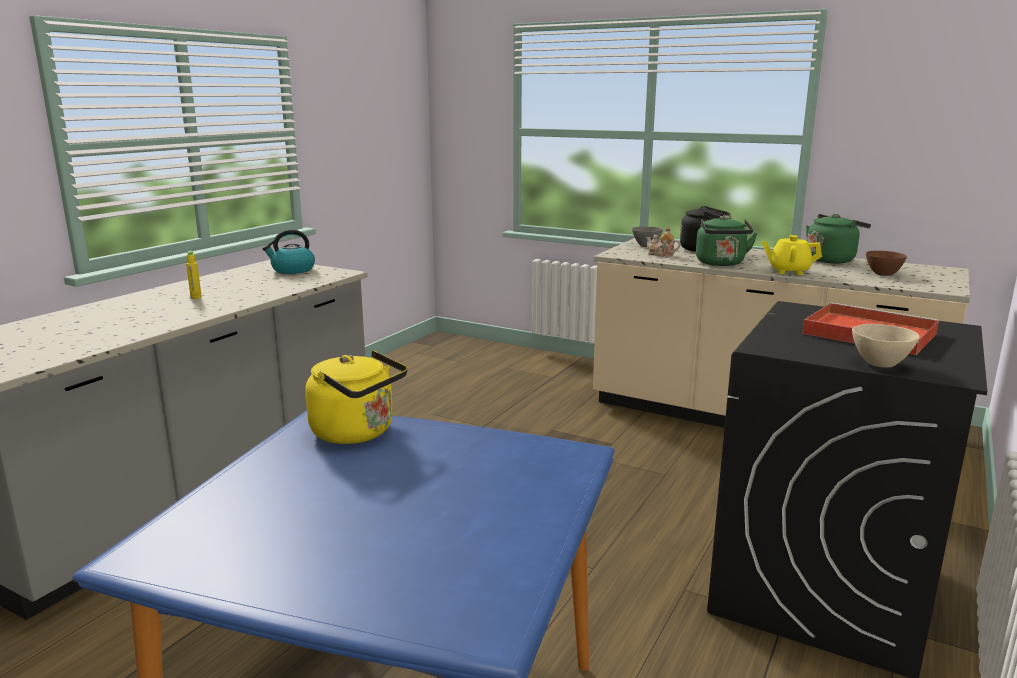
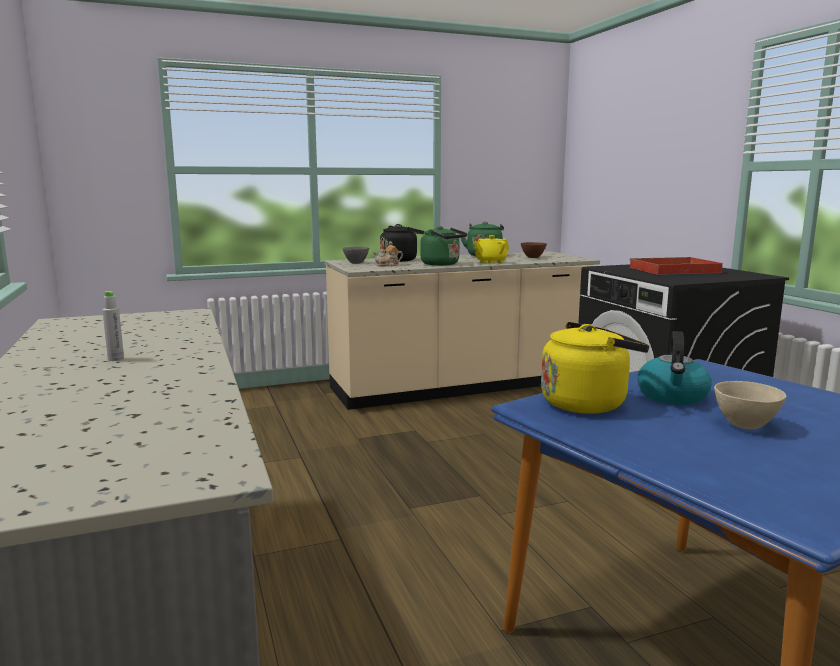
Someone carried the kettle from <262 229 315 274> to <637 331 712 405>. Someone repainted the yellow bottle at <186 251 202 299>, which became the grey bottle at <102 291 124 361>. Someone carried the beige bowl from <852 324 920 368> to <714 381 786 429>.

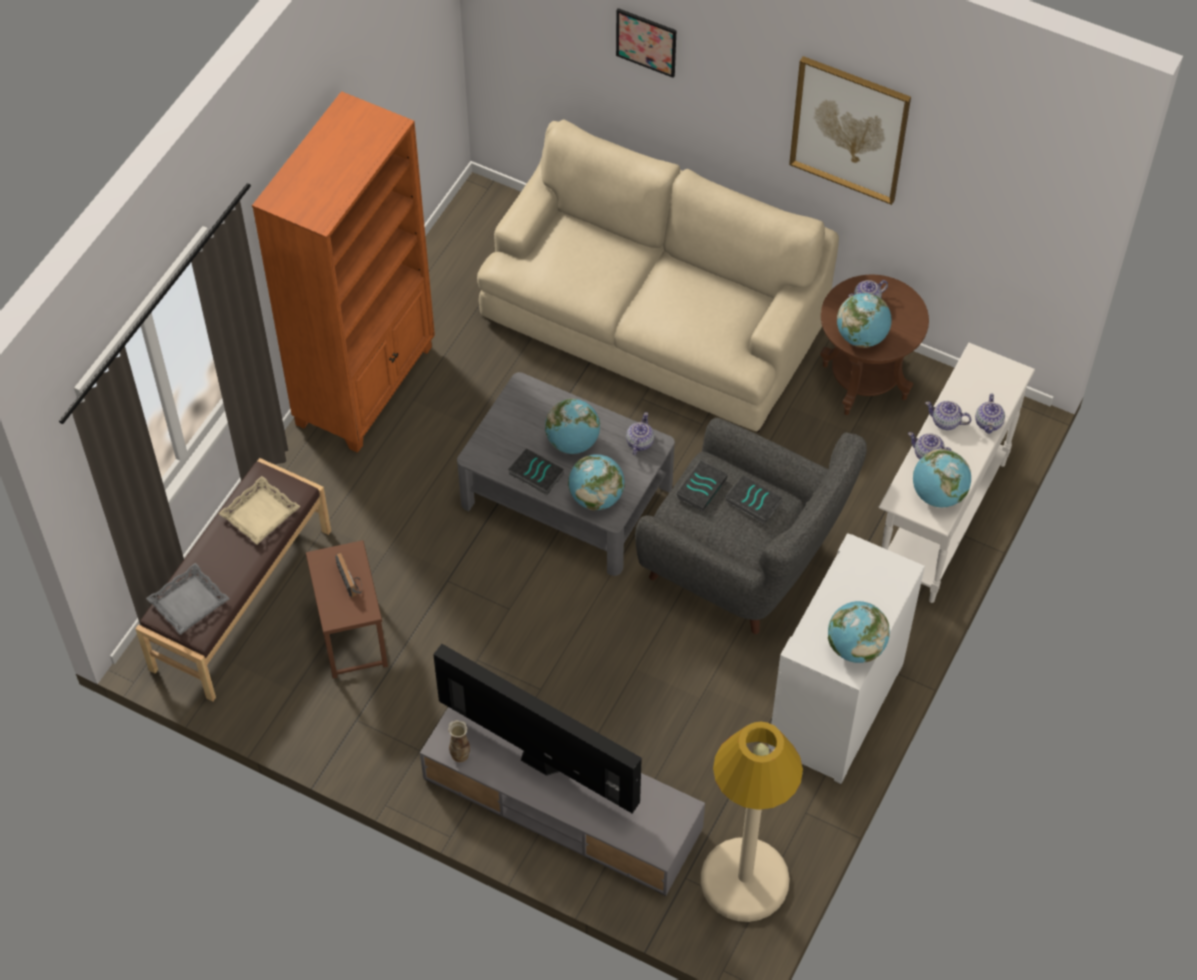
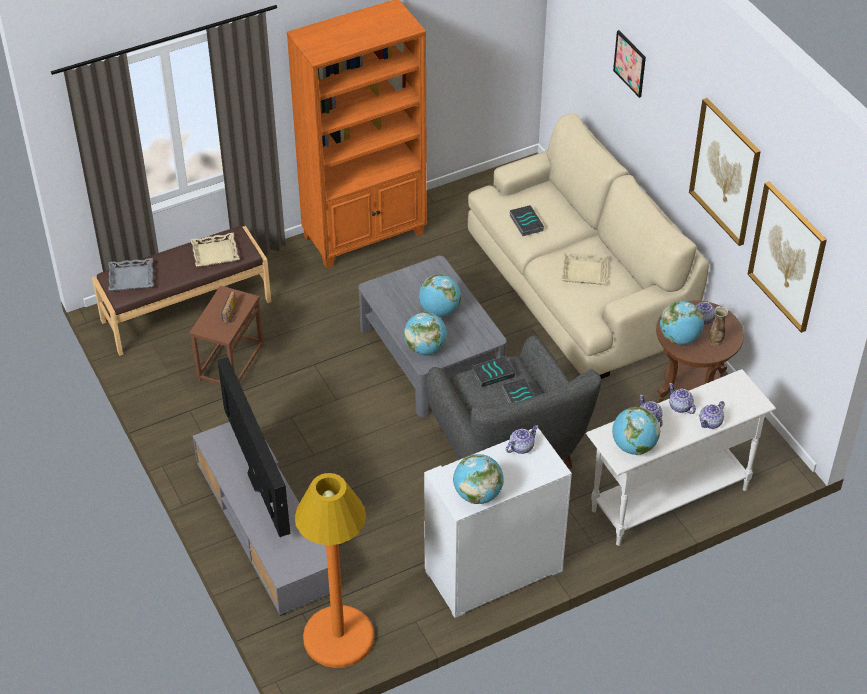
Someone carried the teapot from <626 412 654 455> to <506 425 538 454>. Someone carried the book from <508 448 564 496> to <509 205 544 236>. Someone carried the vase from <448 720 470 762> to <709 306 728 346>. Someone repainted the beige floor lamp at <701 722 803 922>, which became the orange floor lamp at <295 473 374 668>. Someone put up the picture at <747 181 827 333>. Someone put down the beige tray at <561 252 608 284>.

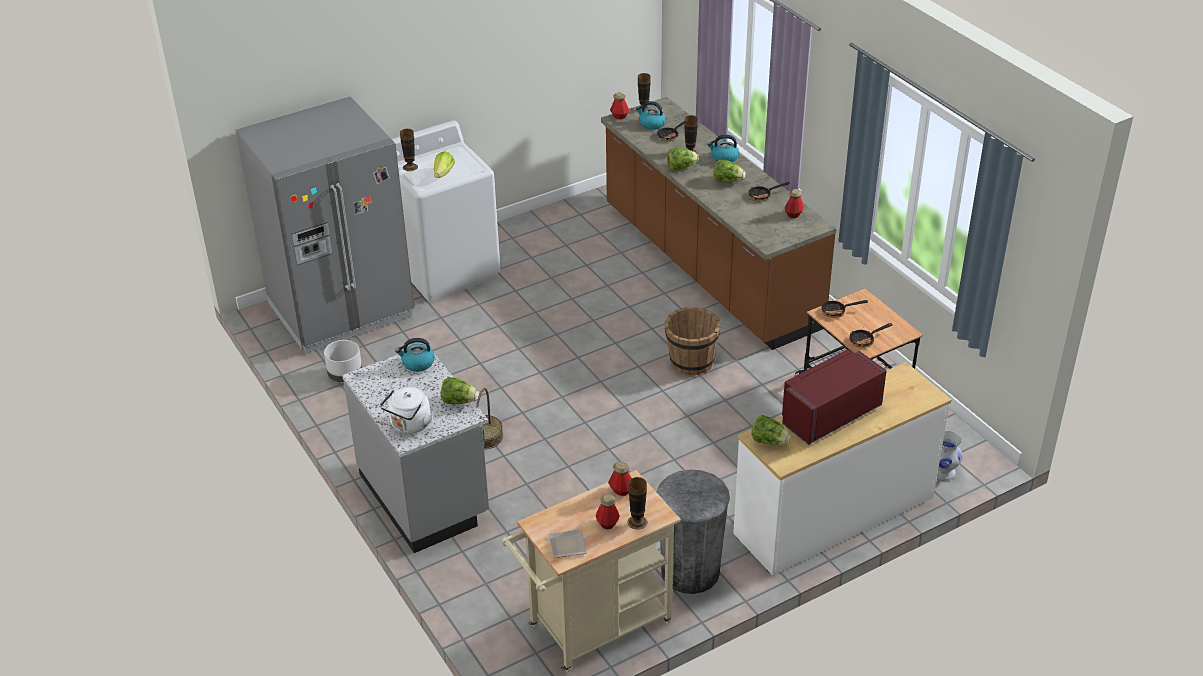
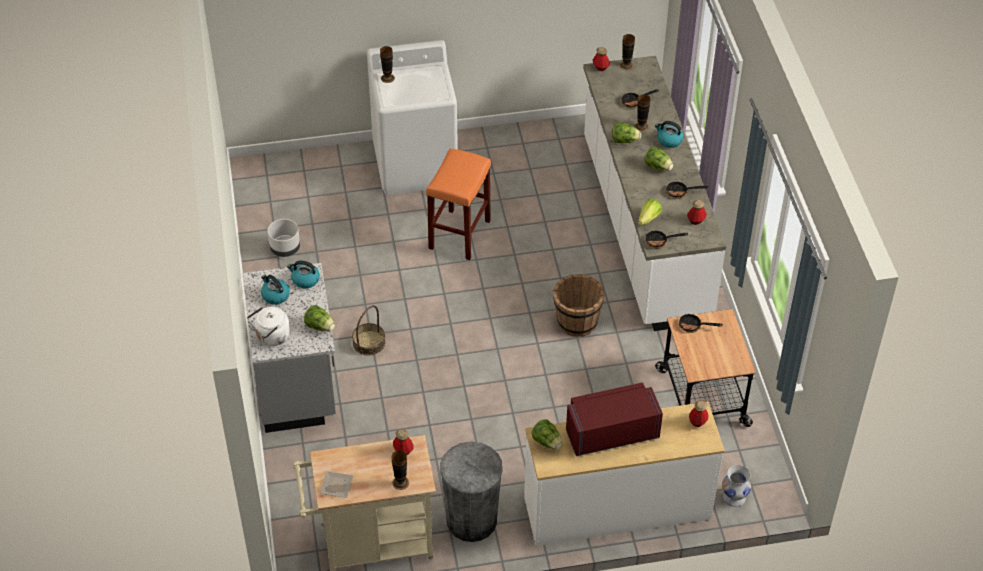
Someone took away the grey fridge at <235 96 414 353>. Someone repainted the brown counter at <601 97 837 350>, which became the white counter at <583 56 726 331>. Someone carried the kettle from <636 101 666 130> to <261 275 290 305>. Someone carried the lettuce from <434 151 455 178> to <638 199 662 226>. Someone carried the frying pan from <850 323 893 348> to <645 229 688 248>. Someone carried the bottle from <596 494 620 529> to <689 400 708 427>. Someone put down the orange stool at <426 148 491 260>.

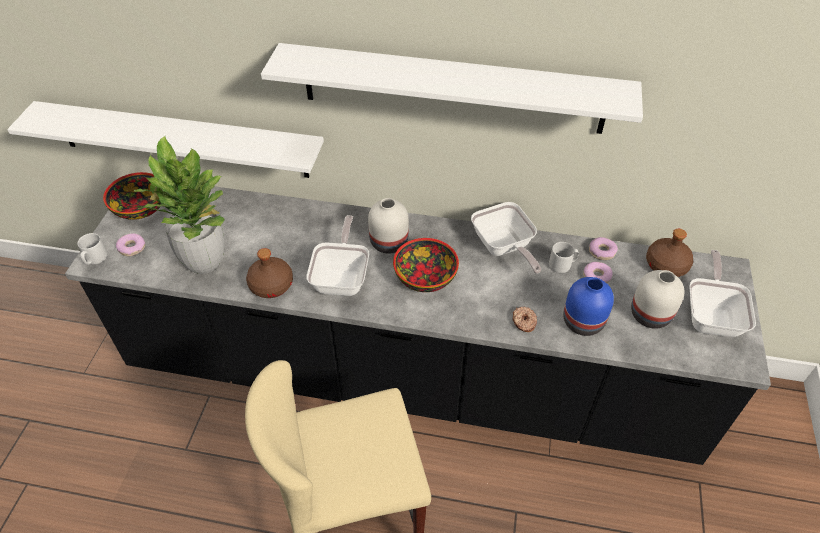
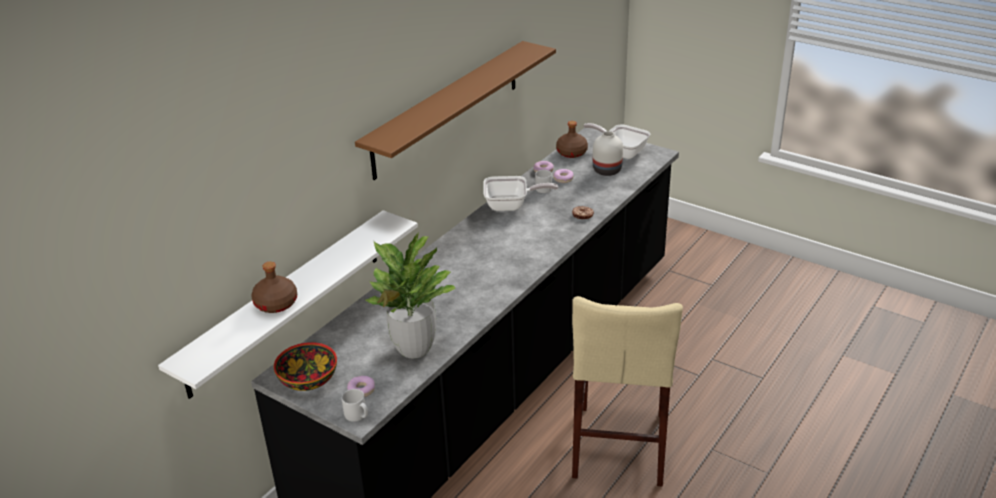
Someone repainted the white shelf at <261 43 643 134>, which became the brown shelf at <355 41 556 180>. Someone took away the white vase at <368 198 409 254>. Someone took away the frying pan at <306 215 369 296>. Someone took away the bowl at <393 238 459 292>. Someone carried the brown bottle from <246 248 293 298> to <251 262 297 313>. Someone took away the blue vase at <563 277 614 336>.

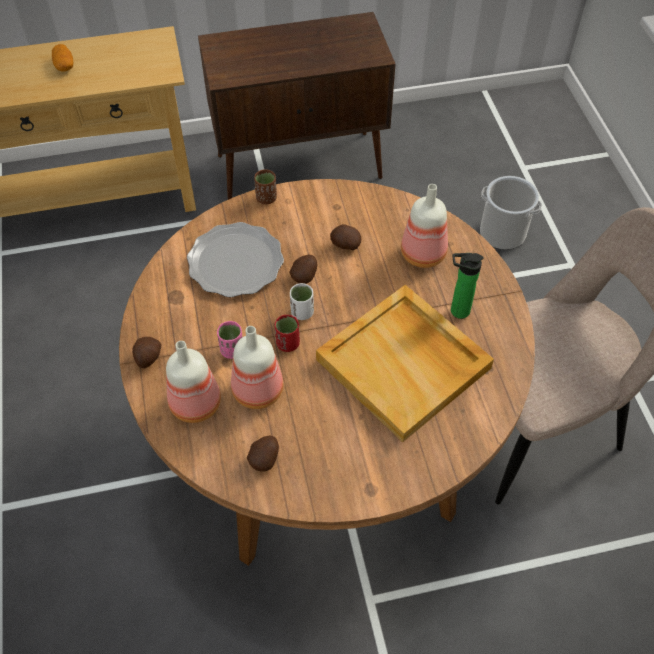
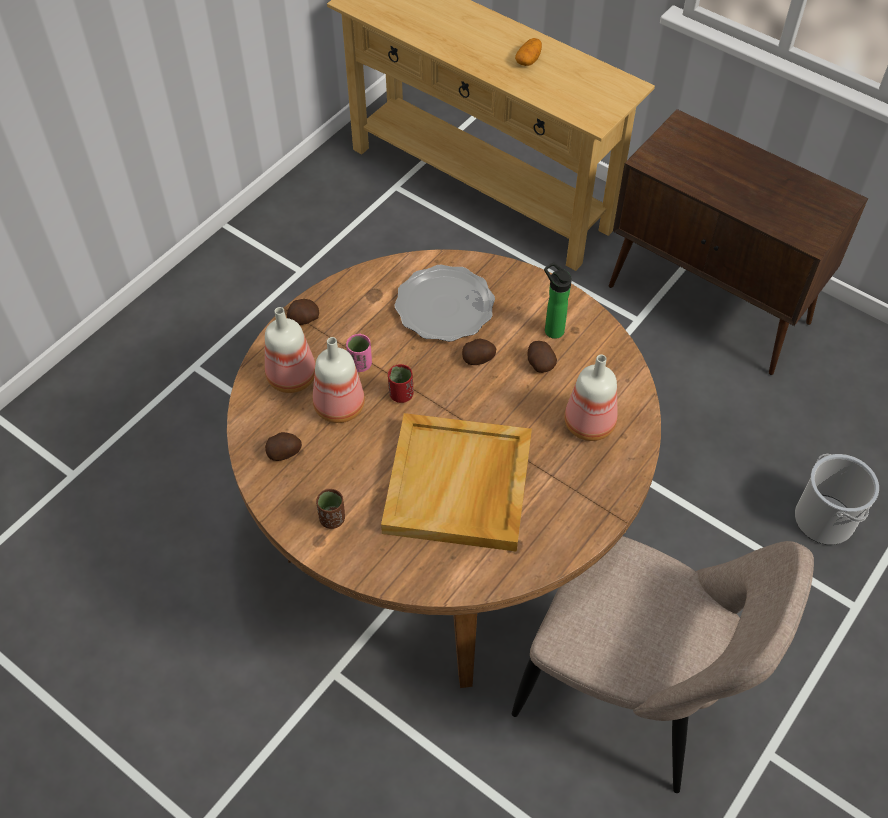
Someone carried the brown cup from <254 169 277 205> to <316 489 345 529>. Someone carried the bottle from <451 253 484 319> to <544 262 572 339>. Someone took away the white cup at <290 283 314 320>.

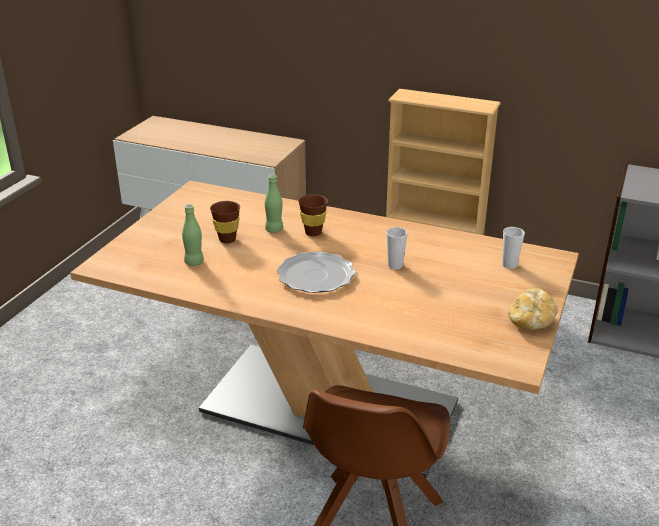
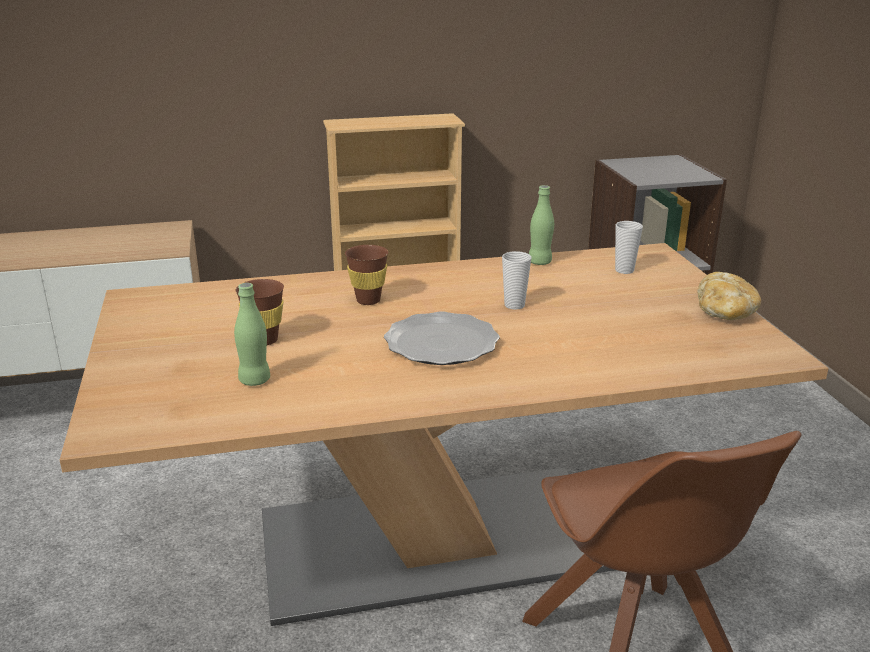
Someone carried the green bottle from <265 175 283 233> to <529 185 554 265>.

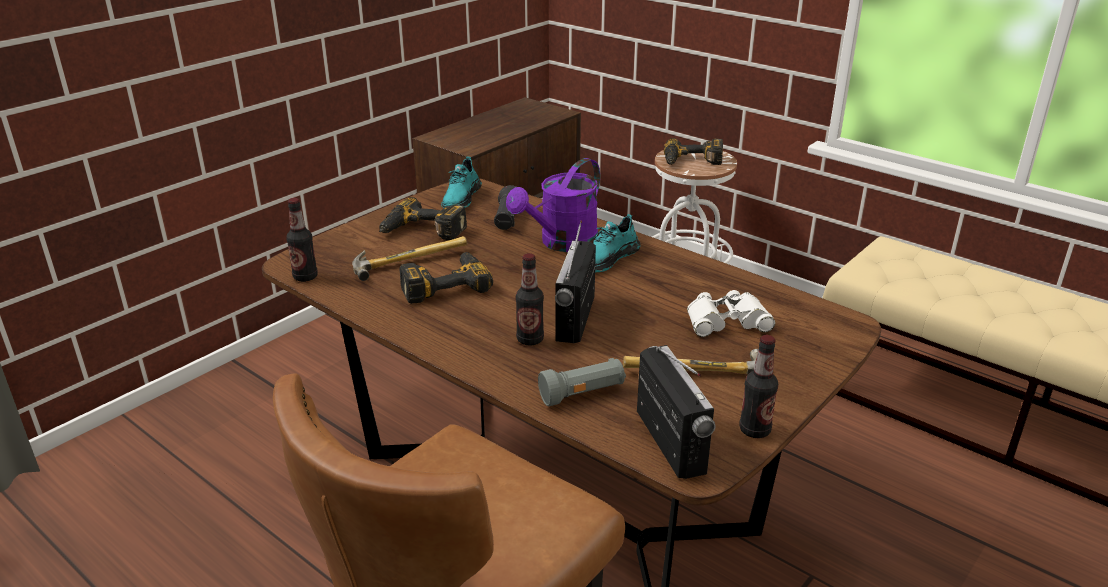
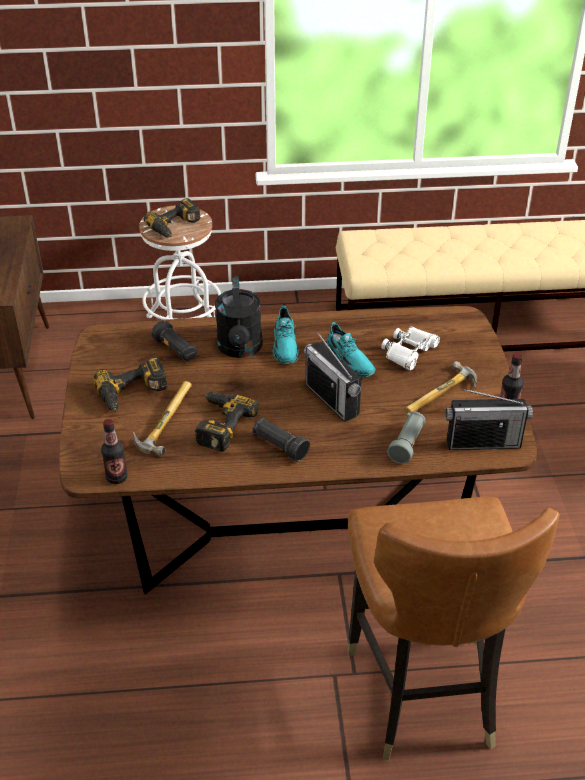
Someone carried the turquoise shoe from <441 157 482 208> to <325 322 376 377>. Someone repainted the purple watering can at <506 158 600 252>, which became the black watering can at <215 276 263 358>. Someone took away the bottle at <515 253 544 346>. Someone rotated the radio at <637 345 716 479> by 150 degrees clockwise. Someone put down the black flashlight at <253 418 310 462>.

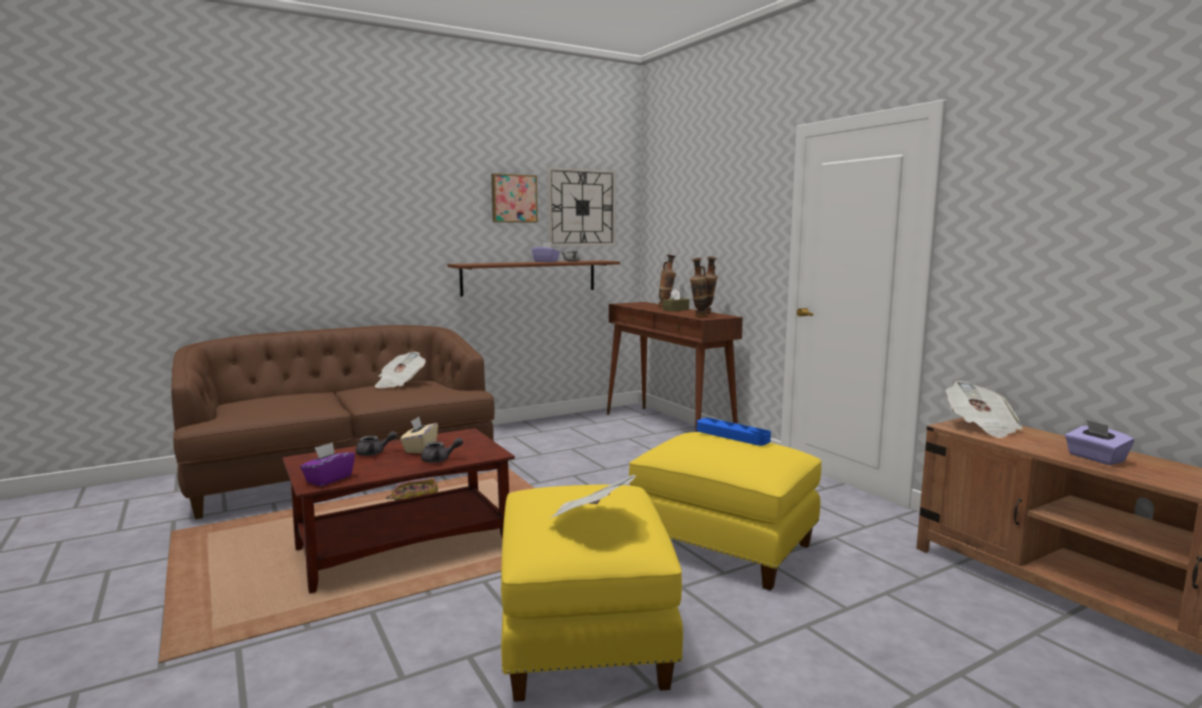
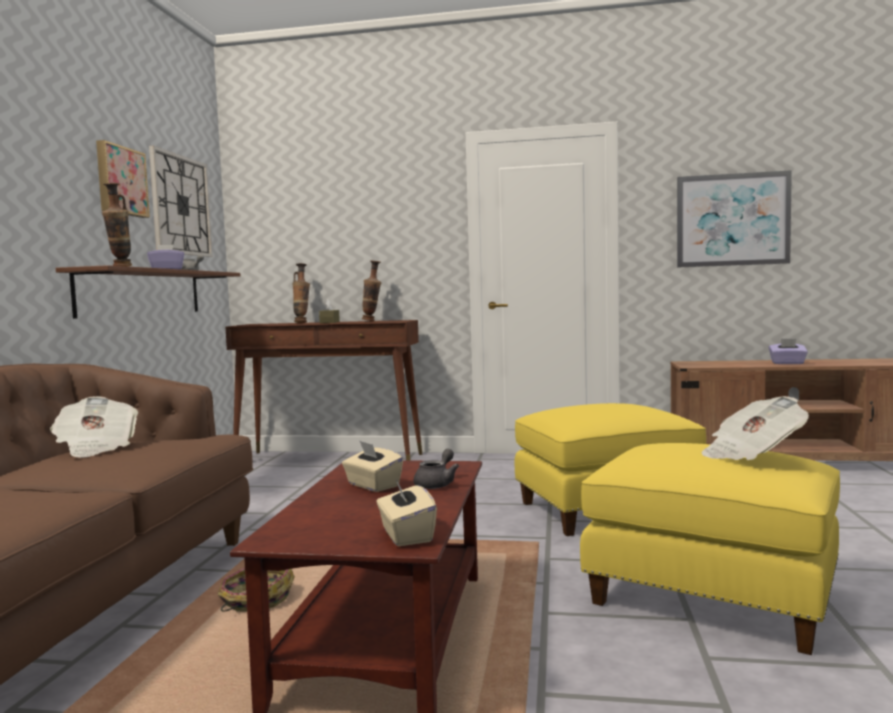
Someone carried the vase from <690 258 707 317> to <102 183 132 266>. Someone took away the newspaper at <945 381 1023 438>. Someone took away the blue tray at <697 418 771 446>. Someone took away the grey teapot at <356 431 397 456>. Someone repainted the purple tissue box at <300 442 355 486>, which became the beige tissue box at <376 480 437 546>. Someone put up the picture at <677 170 792 268>.

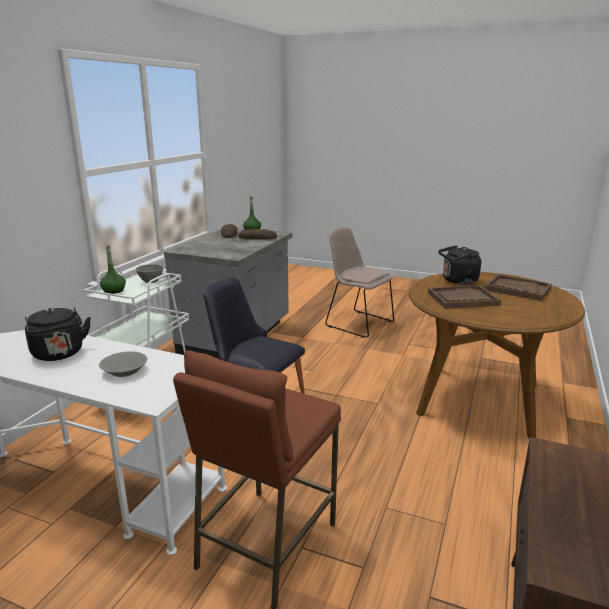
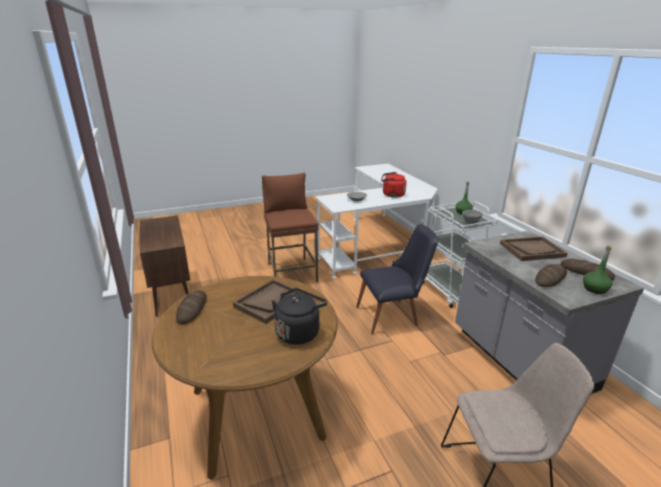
Someone carried the brown tray from <484 274 552 301> to <500 236 568 261>. Someone repainted the black kettle at <25 307 91 361>, which became the red kettle at <381 172 407 198>. Someone put down the bread at <176 290 207 324>.

